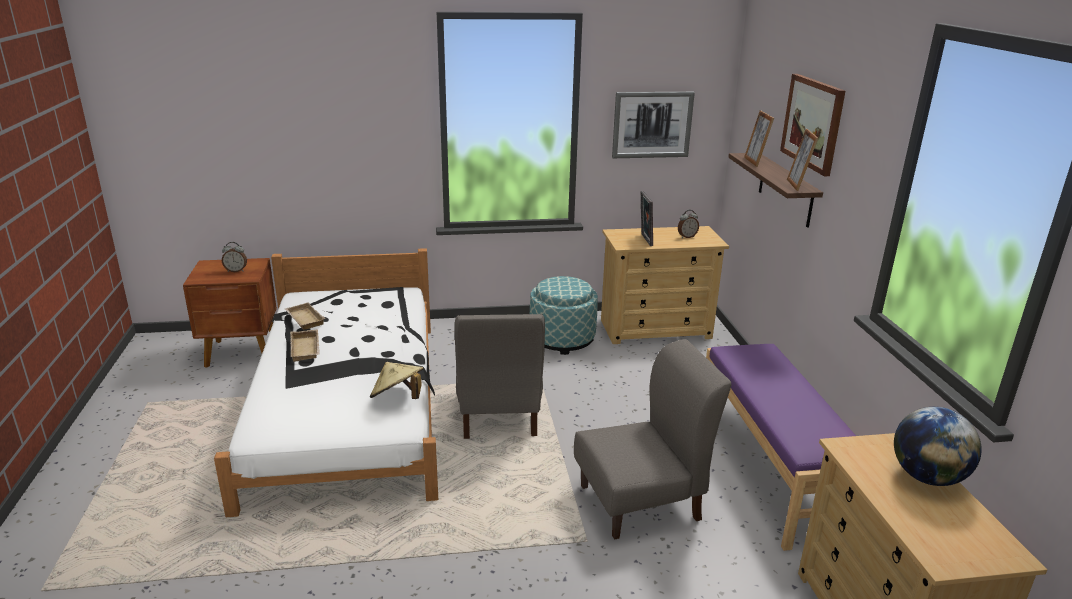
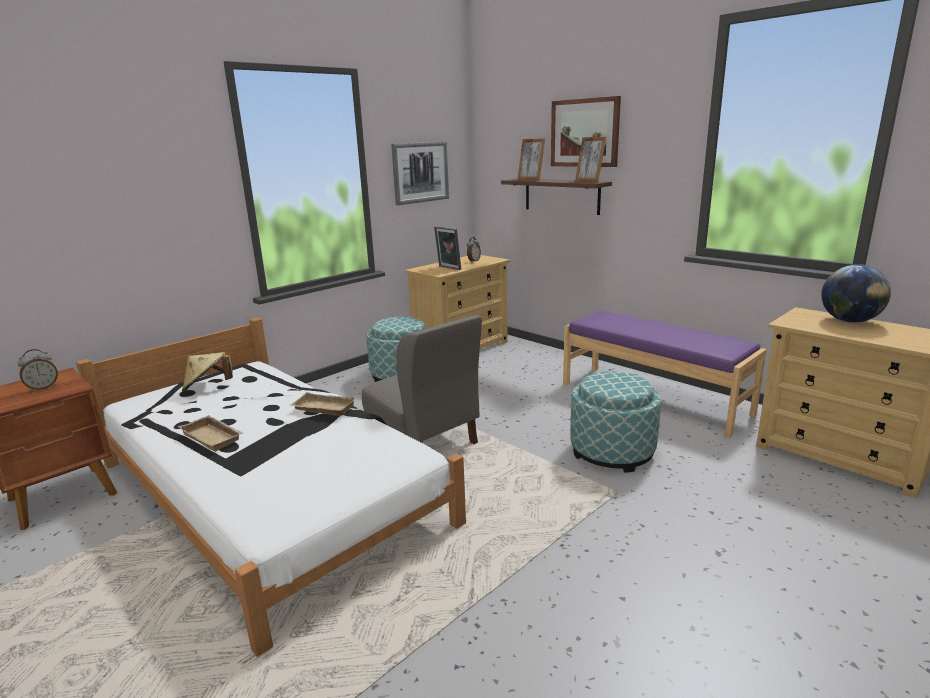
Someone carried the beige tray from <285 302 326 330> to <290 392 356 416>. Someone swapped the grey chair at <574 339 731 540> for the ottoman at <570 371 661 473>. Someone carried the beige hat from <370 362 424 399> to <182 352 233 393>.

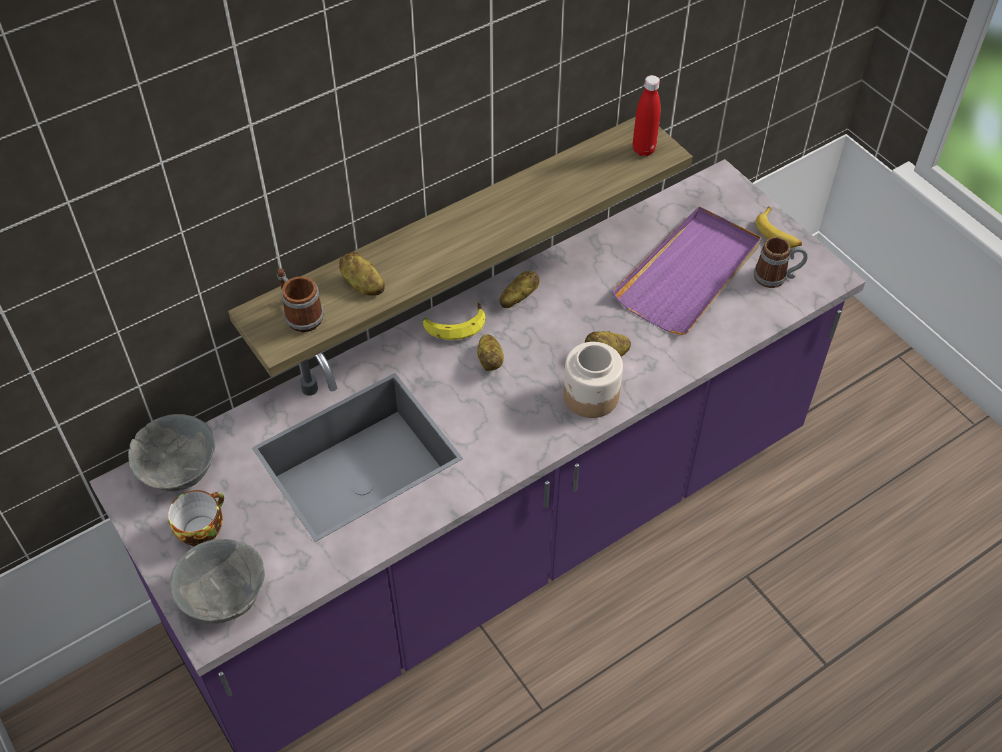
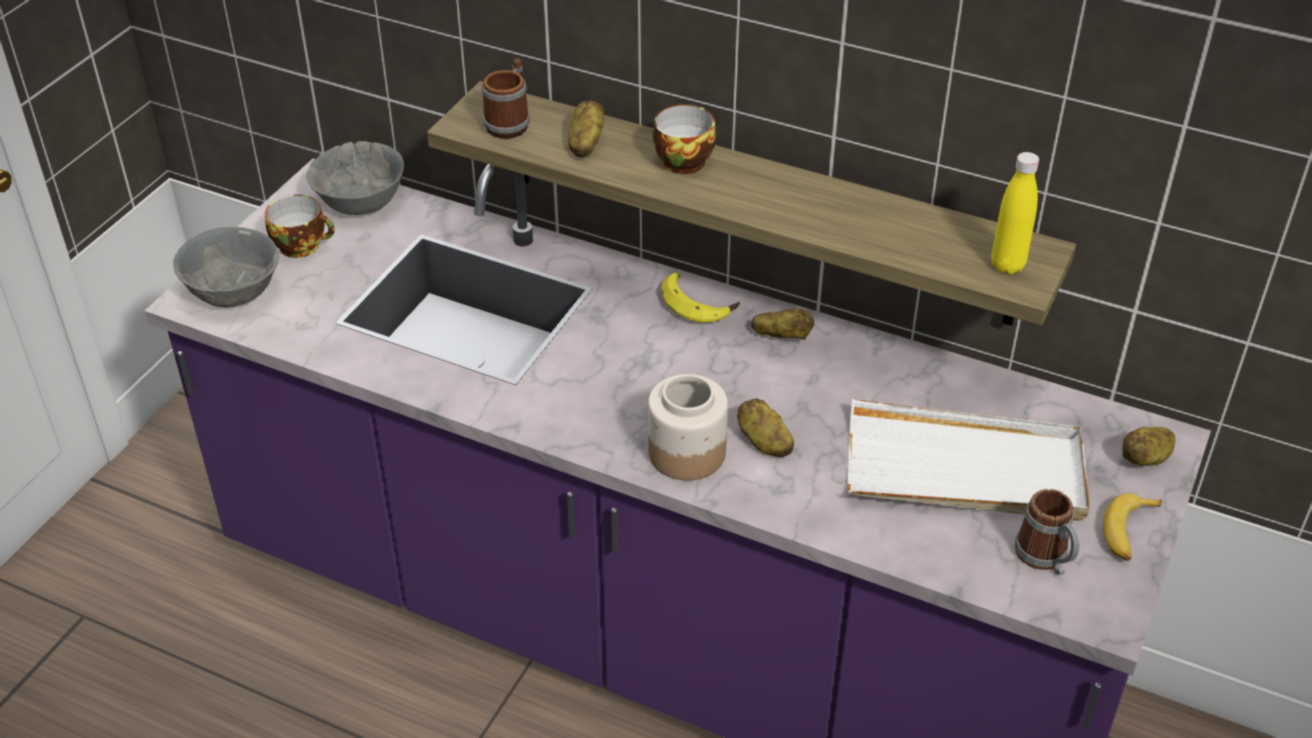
Someone repainted the red bottle at <633 75 661 156>, which became the yellow bottle at <991 152 1039 274>. Someone repainted the purple tray at <612 206 761 335>, which became the white tray at <847 399 1090 521>. Someone carried the potato from <477 335 504 371> to <1122 427 1175 466>. Someone put down the cup at <653 104 716 174>.

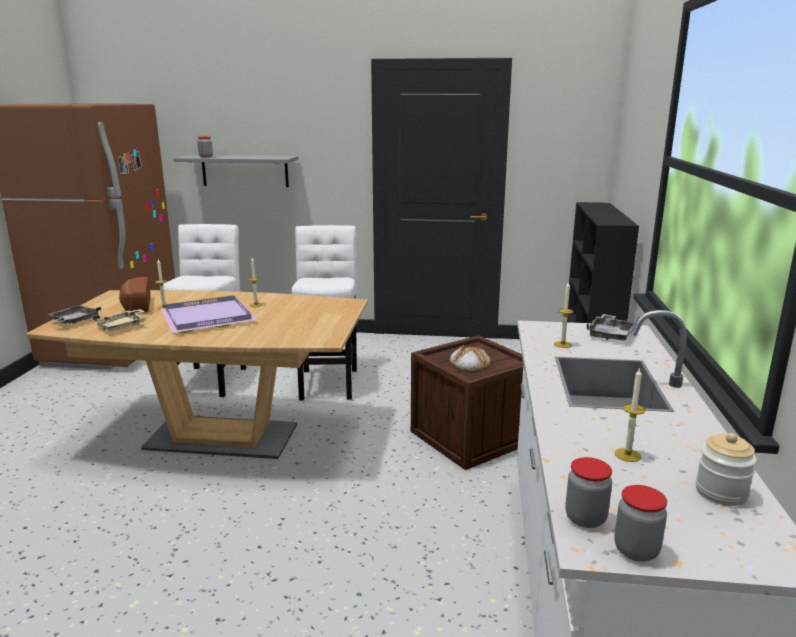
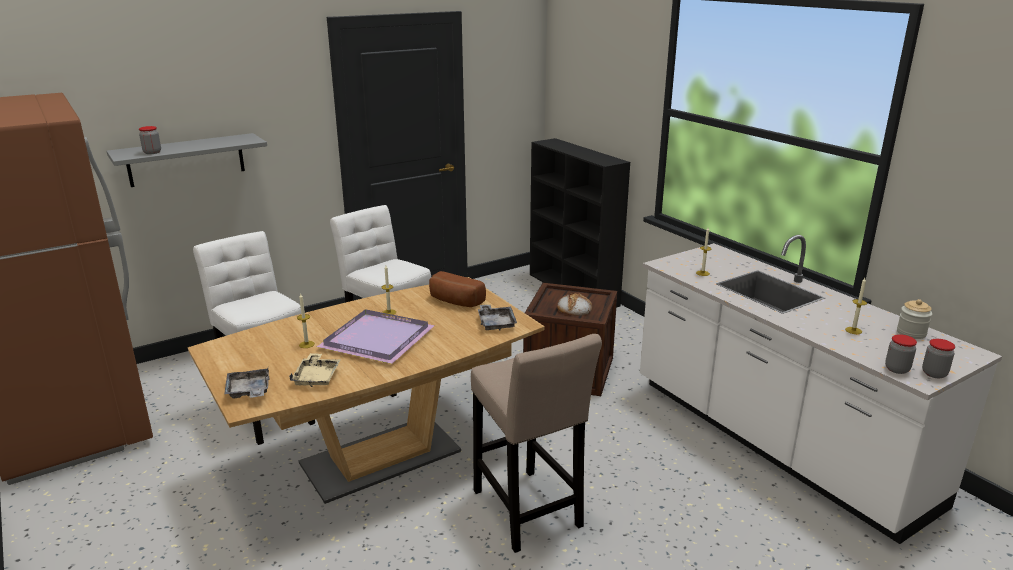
Someone carried the bread from <119 277 150 313> to <429 271 486 307>. Someone carried the grey tray from <586 314 636 340> to <478 305 517 330>. Someone put down the beige stool at <471 334 602 553>.

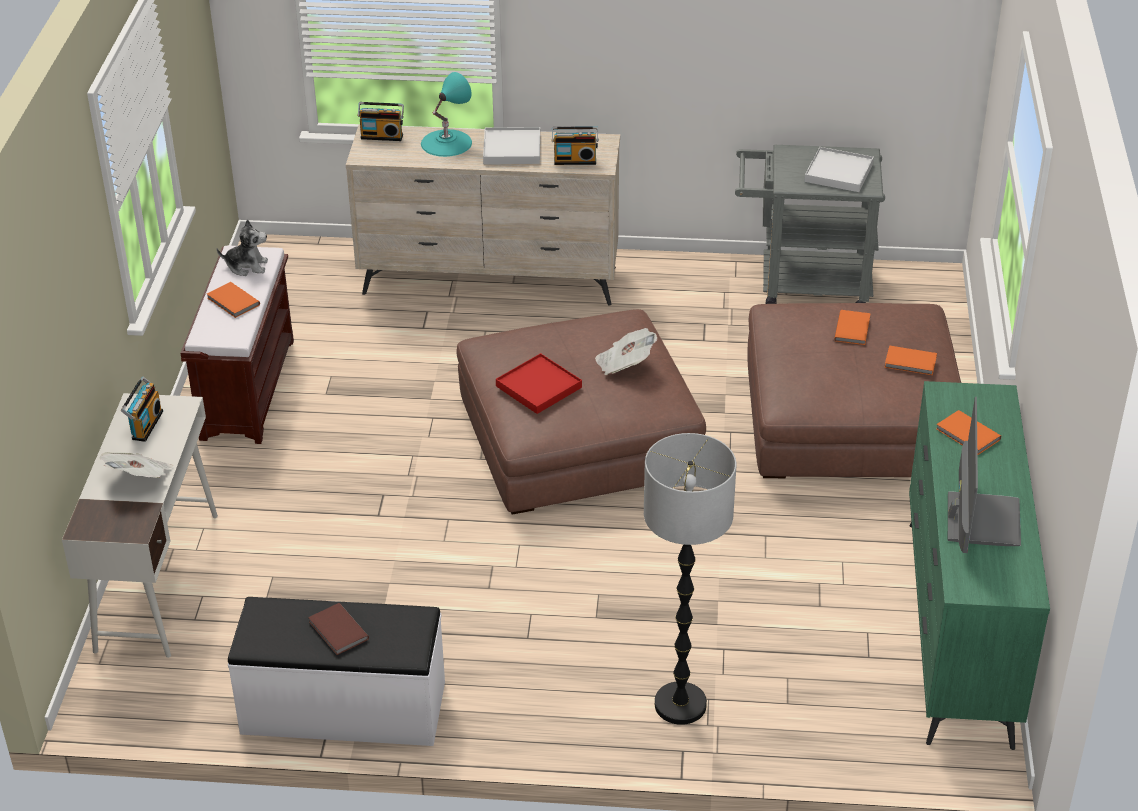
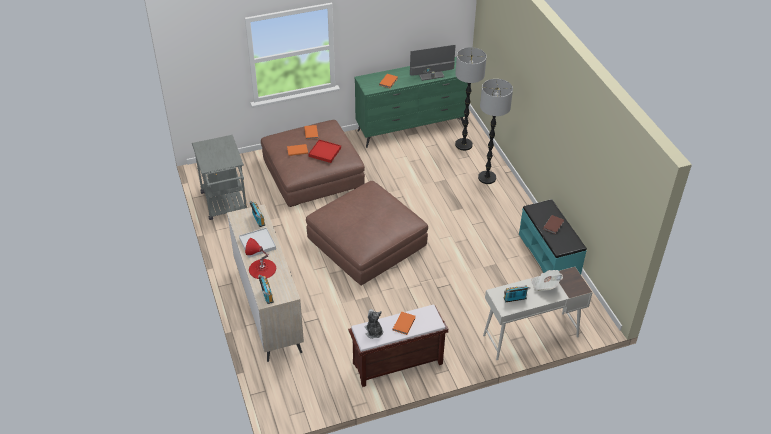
Someone repainted the turquoise table lamp at <421 72 472 157>, which became the red table lamp at <245 238 276 279>. Someone took away the white tray at <804 147 874 192>. Someone took away the newspaper at <595 328 657 375>. Someone carried the red tray from <496 353 582 414> to <308 139 341 163>. Someone repainted the white bench at <228 597 445 746>, which became the turquoise bench at <519 199 587 274>. Someone put down the floor lamp at <455 47 487 151>.

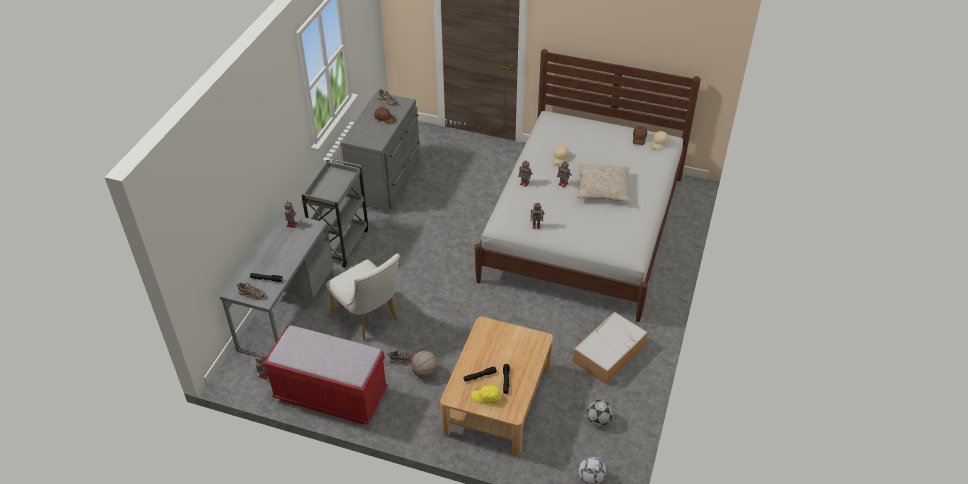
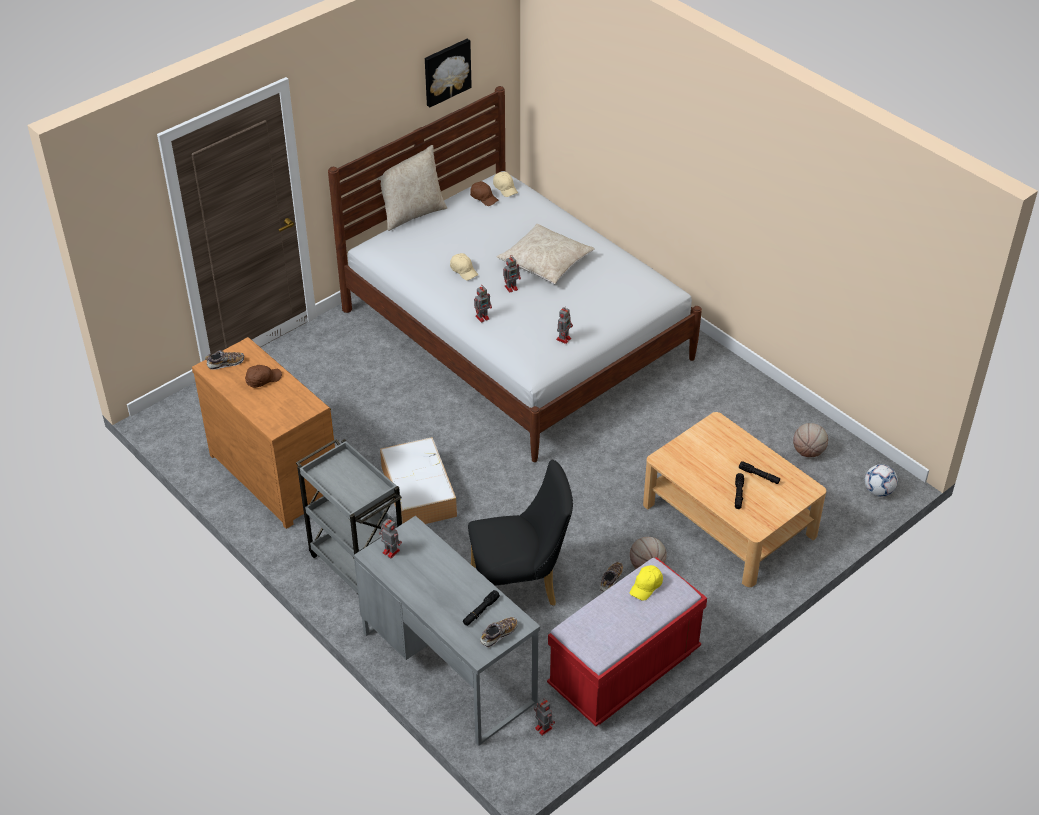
Someone repainted the grey dresser at <340 92 421 214>, which became the brown dresser at <192 337 335 529>. Someone repainted the white chair at <326 254 400 341>, which became the black chair at <468 460 573 606>. Someone carried the storage box from <573 311 648 384> to <380 437 457 524>. Someone carried the yellow cap from <472 385 501 404> to <630 565 663 601>. Someone swapped the football at <587 400 613 426> for the basketball at <793 423 828 457>. Someone put up the picture at <425 39 472 107>. Someone put down the beige pillow at <377 145 447 231>.

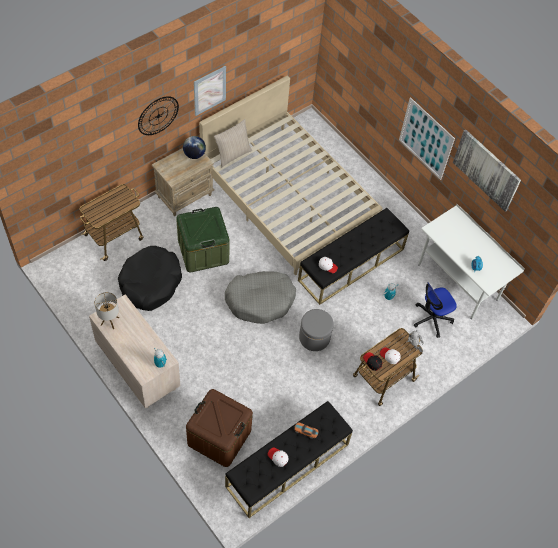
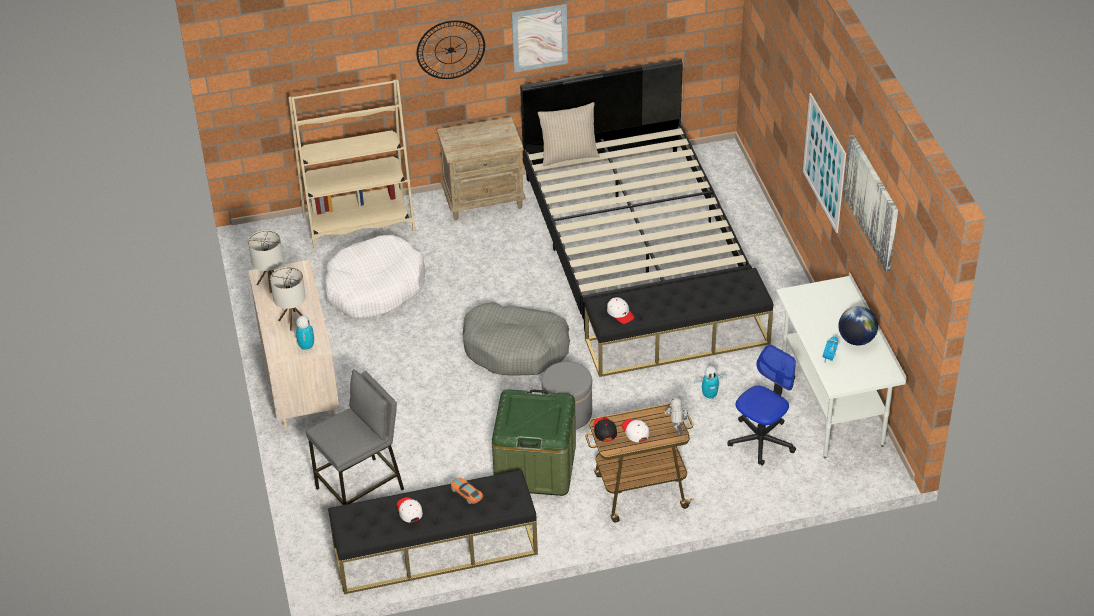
Someone repainted the beige bed at <199 76 383 275>, which became the black bed at <520 59 752 331>. Someone carried the globe from <183 136 206 159> to <838 306 878 346>. Someone swapped the cart at <80 184 143 261> for the beige bookcase at <288 80 415 248>. Someone carried the green storage box from <176 207 230 272> to <492 389 576 496>. Someone repainted the black dog bed at <118 246 182 311>, which became the white dog bed at <325 235 426 318>. Someone rotated the office chair at <414 282 457 338> by 135 degrees clockwise. Someone swapped the brown storage box at <186 389 253 467> for the grey stool at <306 369 404 505>. Someone put down the table lamp at <270 267 306 331>.

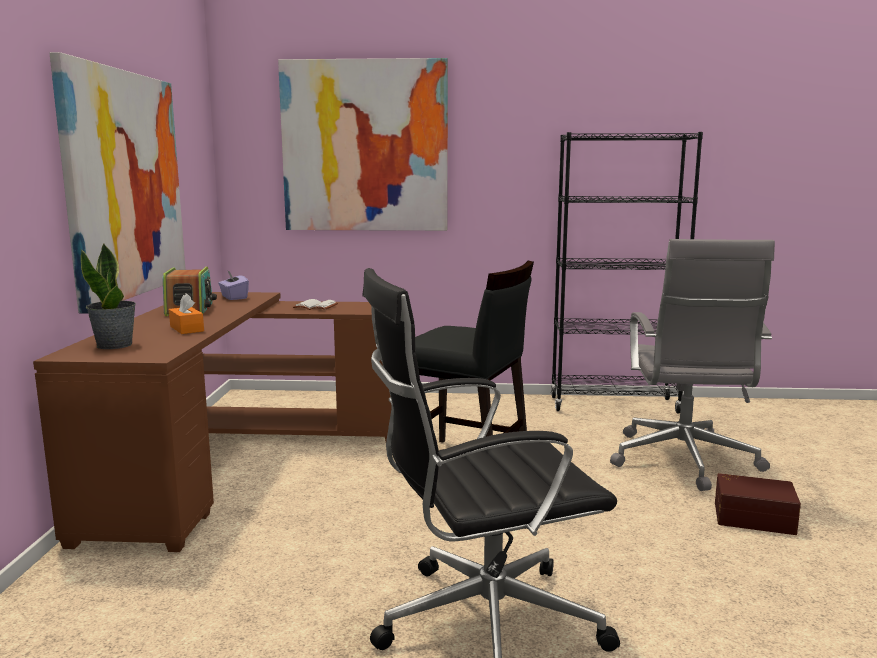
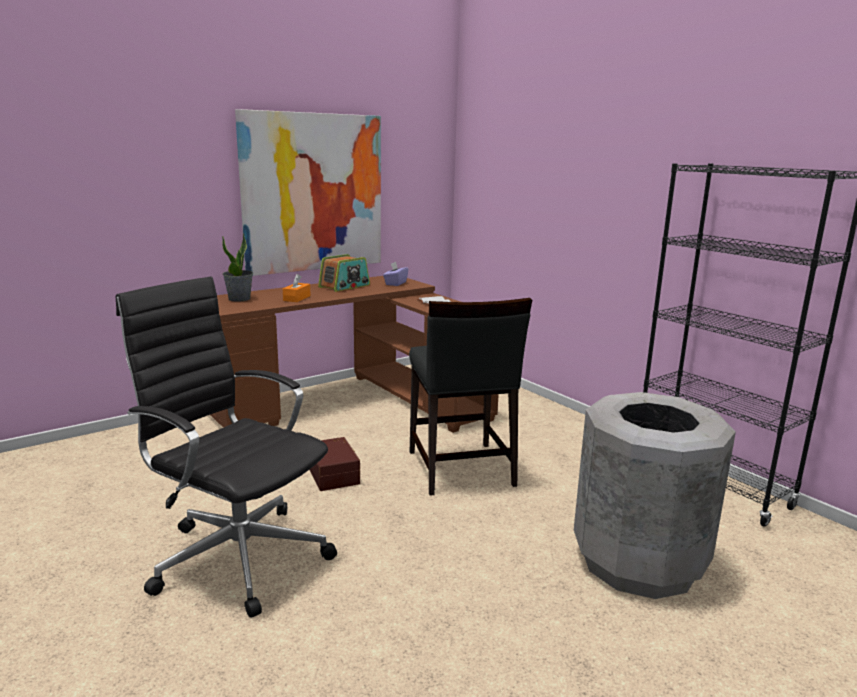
Someone took away the picture at <278 58 448 231>. Someone swapped the grey office chair at <610 239 775 491> for the grey trash can at <574 392 736 599>. Someone carried the brown storage box from <715 473 801 535> to <310 437 360 491>.

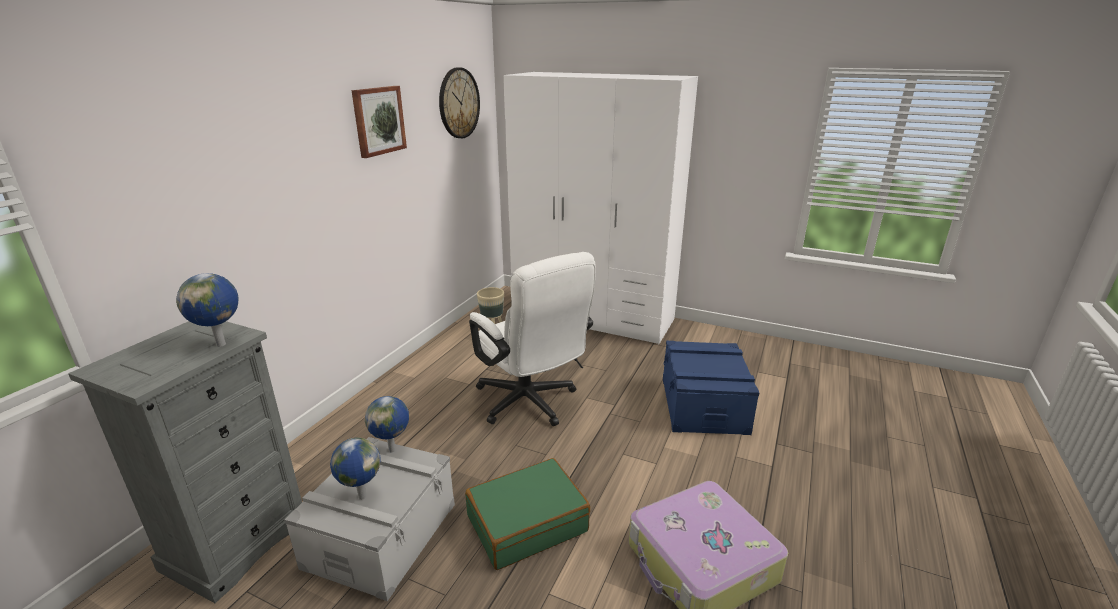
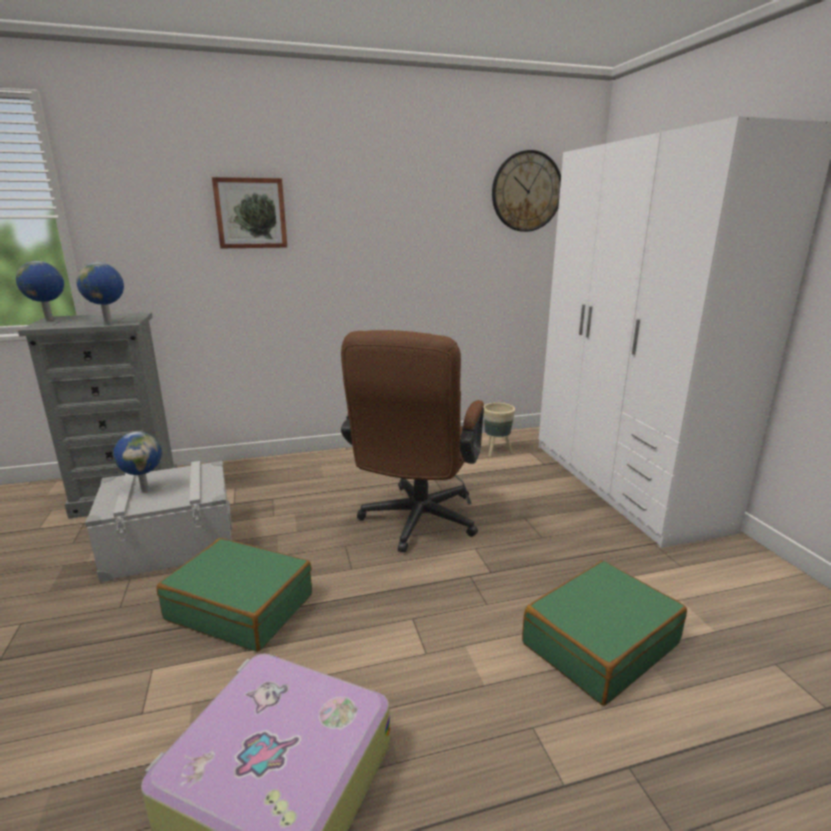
Someone carried the picture from <351 86 407 158> to <212 177 287 248>. Someone repainted the white office chair at <469 252 596 426>, which became the brown office chair at <341 330 484 553>. Someone swapped the blue storage box at <663 341 760 435> for the green suitcase at <522 561 687 705>. Someone carried the globe from <365 396 409 453> to <16 261 64 321>.

